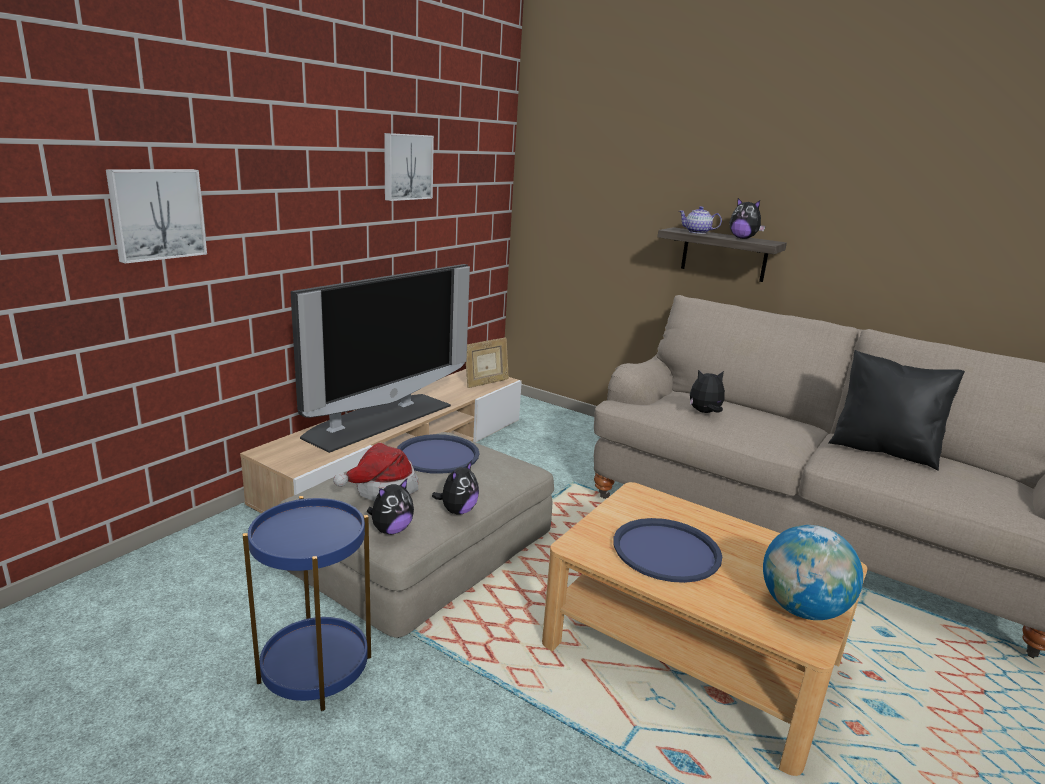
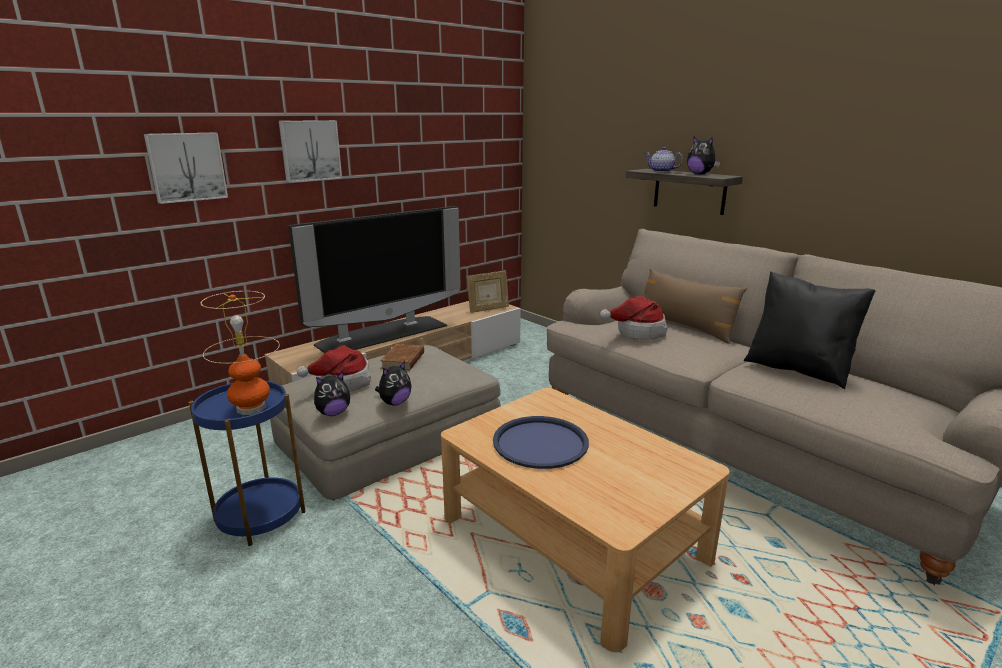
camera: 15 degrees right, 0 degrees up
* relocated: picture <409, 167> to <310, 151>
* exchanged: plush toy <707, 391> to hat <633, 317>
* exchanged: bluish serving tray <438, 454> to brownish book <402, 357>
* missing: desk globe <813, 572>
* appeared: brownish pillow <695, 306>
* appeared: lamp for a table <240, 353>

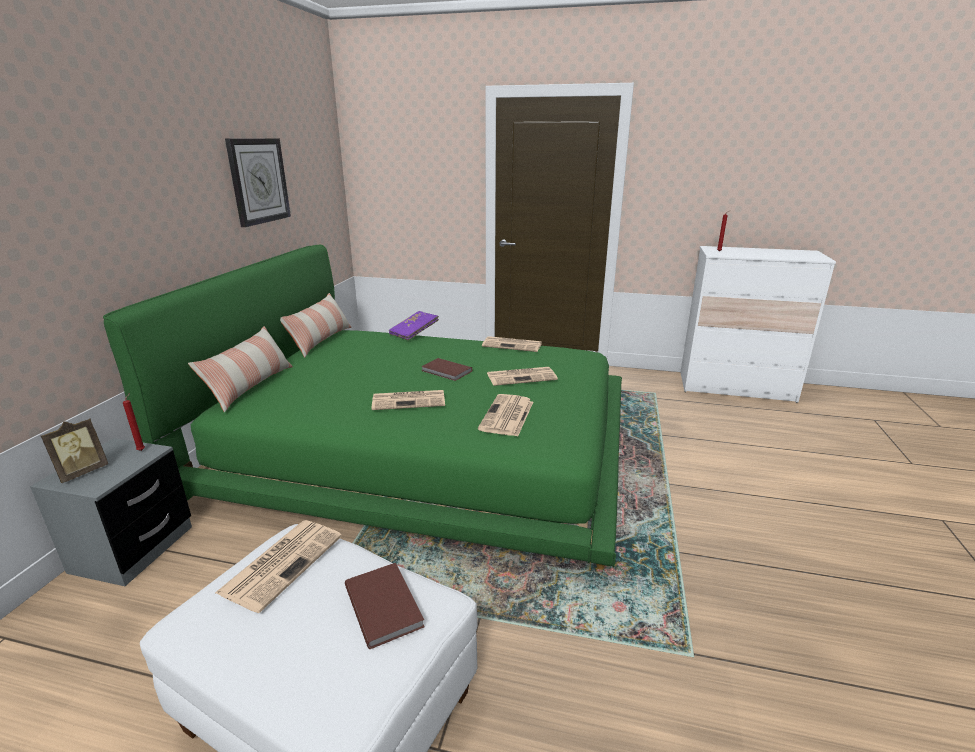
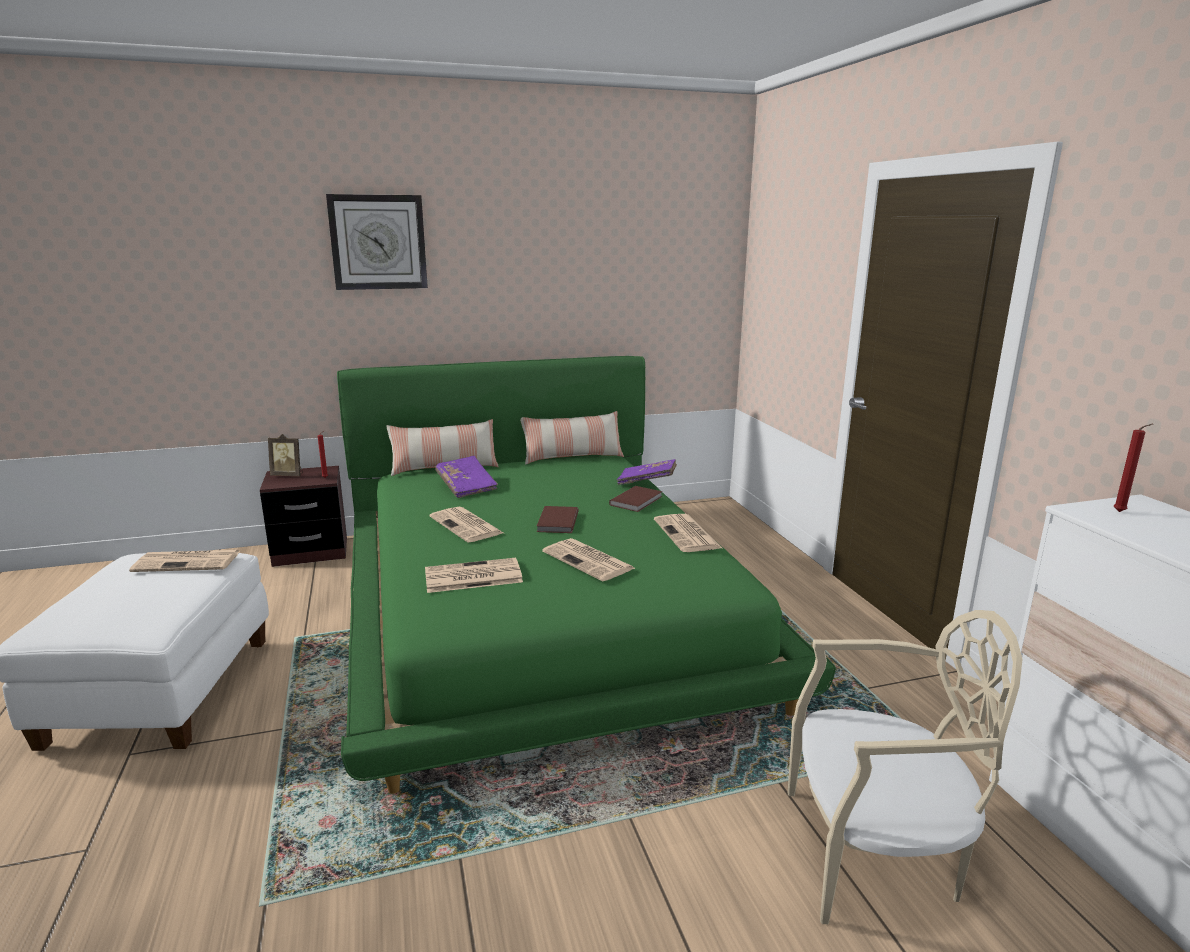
camera: 60 degrees right, 5 degrees down
* relocated: clock on the wall <258, 182> to <377, 242>
* colour: grey bedside table <111, 512> to brownish bedside table <303, 516>
* relocated: brownish book <384, 606> to <635, 499>
* appeared: purple-coloured book <466, 477>
* appeared: beige upright chair <905, 767>

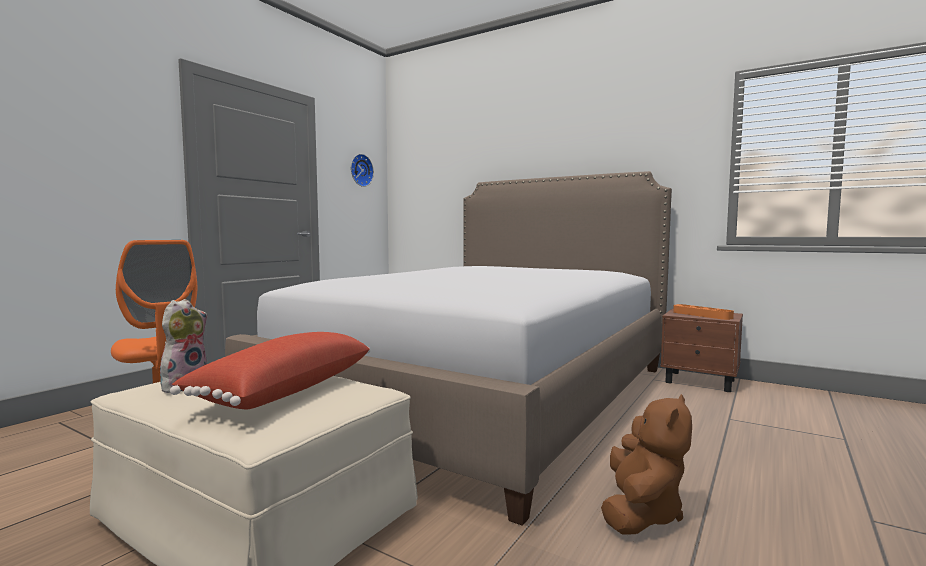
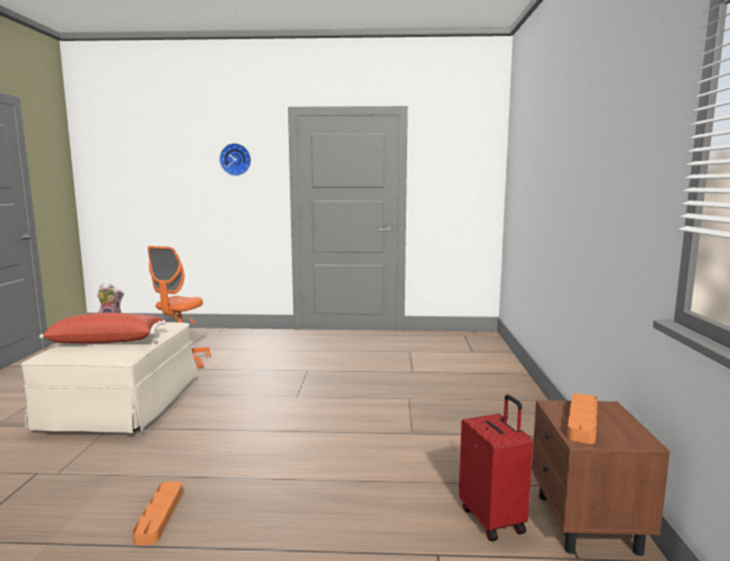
camera: 60 degrees right, 5 degrees up
* relocated: clock on the wall <362, 170> to <235, 159>
* missing: sleeping bed <448, 348>
* exchanged: brownish plush toy <646, 464> to orangey serving tray <157, 513>
* appeared: red piece of luggage <496, 467>

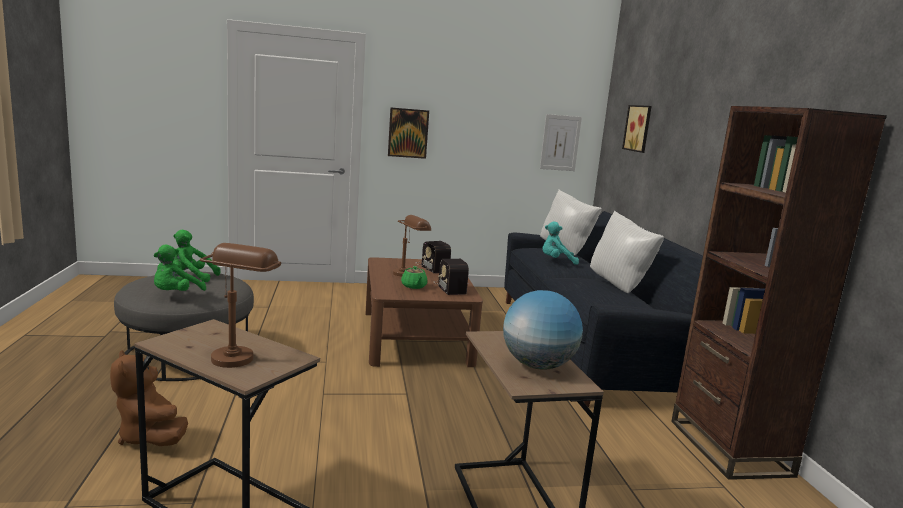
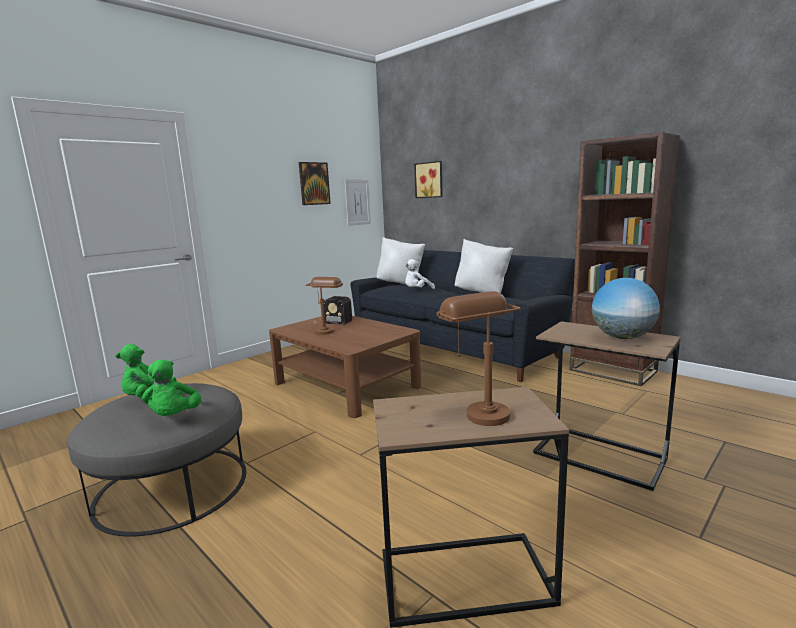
camera: 35 degrees left, 0 degrees up
* relocated: picture <408, 133> to <315, 183>
* colour: turquoise plush toy <560, 243> to whitish plush toy <420, 274>
* missing: radio receiver <451, 277>
* missing: green pot for tea <414, 277>
* missing: brownish plush toy <149, 398>

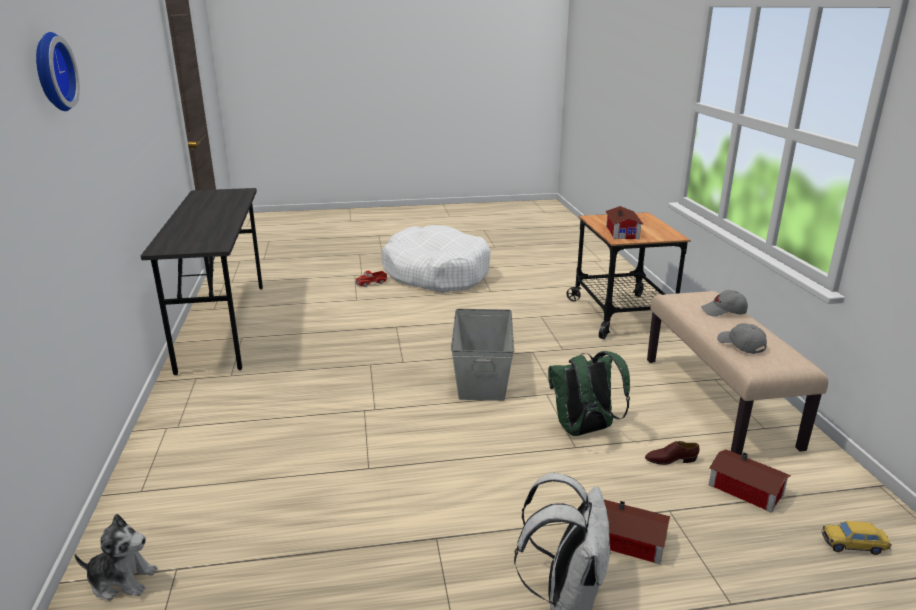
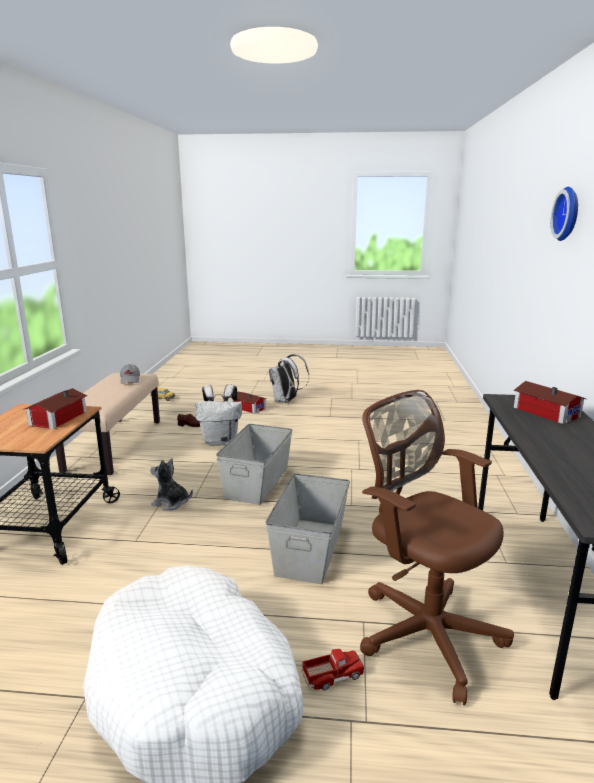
camera: 165 degrees left, 5 degrees down
* missing: grey peaked cap <724, 303>
* colour: green rucksack <589, 393> to whitish rucksack <218, 415>
* relocated: model house <750, 481> to <550, 402>
* relocated: plush toy <115, 557> to <171, 484>
* appeared: brownish desk chair <437, 547>
* appeared: grey storage bin <307, 528>

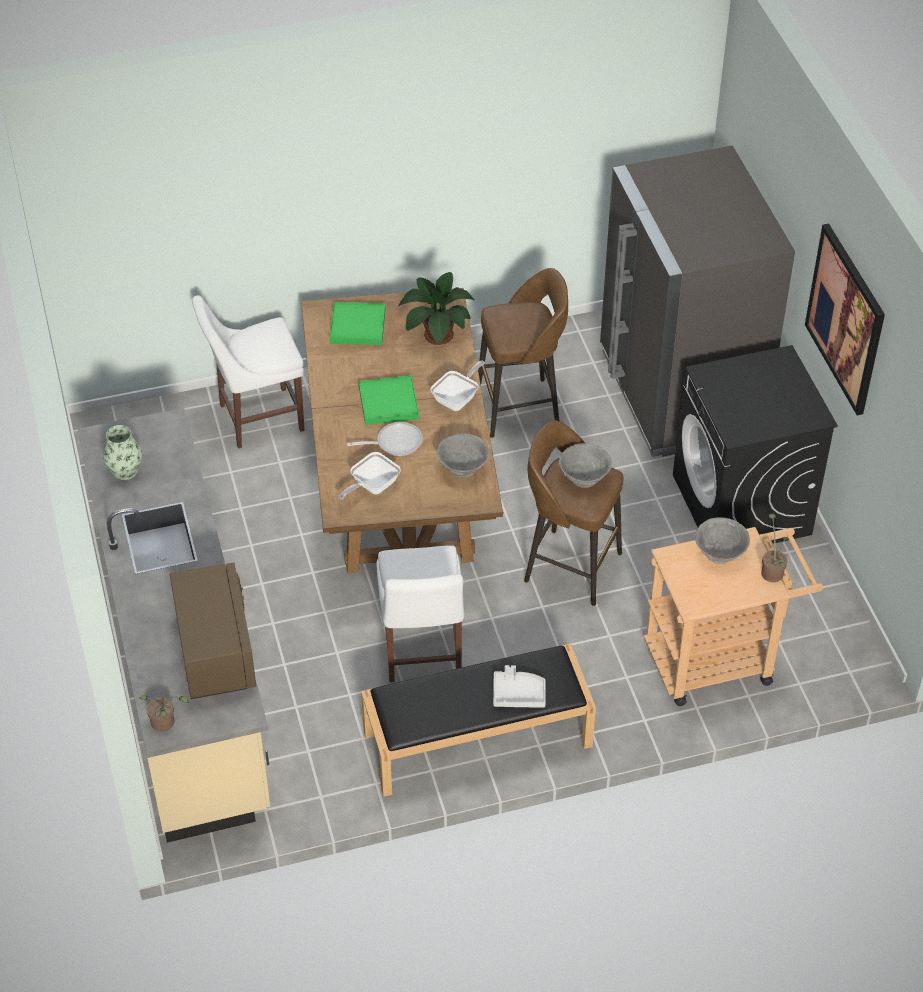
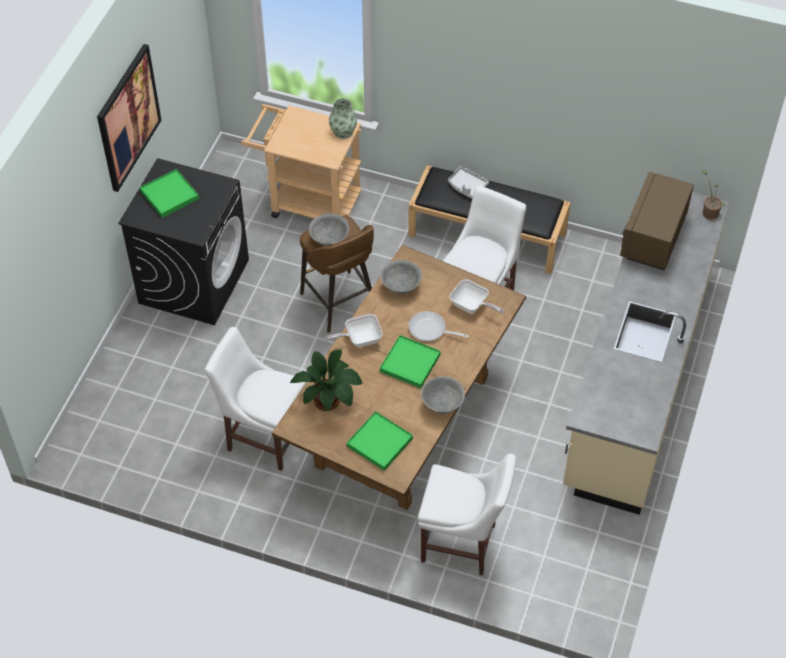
camera: 145 degrees left, 5 degrees up
* missing: grey fridge <697, 301>
* exchanged: brownish sitting stool <523, 353> to whitish upright chair <255, 399>
* relocated: vase <122, 452> to <343, 118>
* spun: skillet <369, 476> = <477, 296> 45 degrees clockwise
* missing: houseplant <774, 547>
* relocated: grey bowl <722, 540> to <443, 395>
* appeared: green serving tray <169, 193>

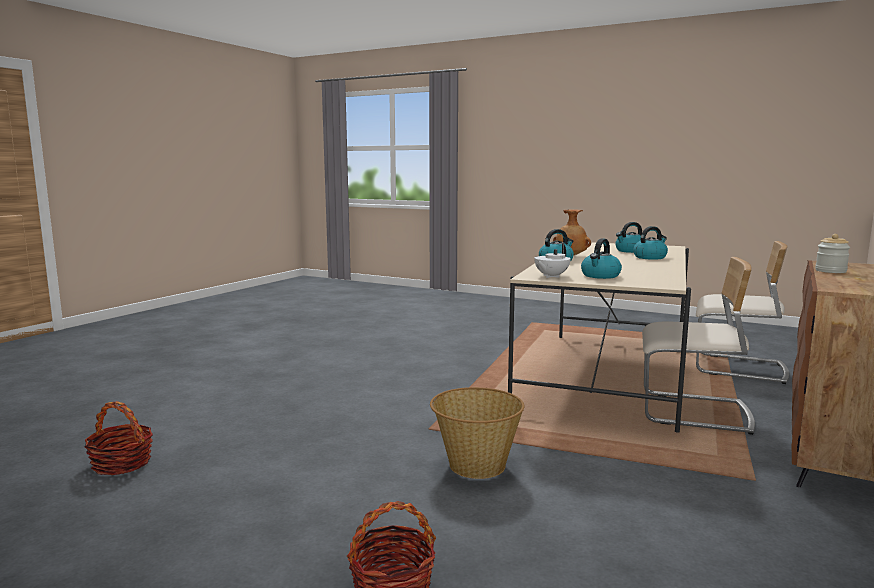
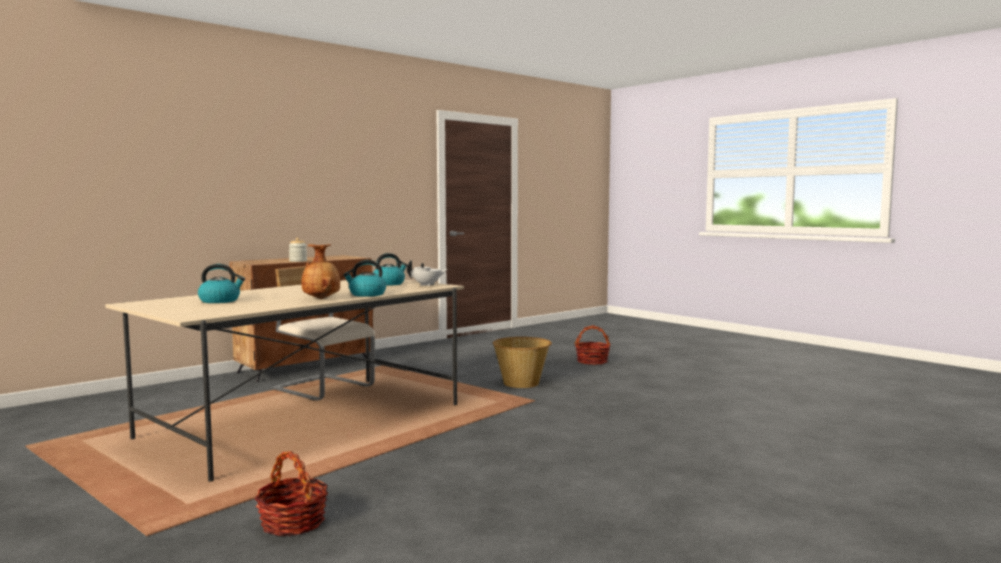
camera: 160 degrees left, 5 degrees down
* missing: tea kettle <650, 243>
* missing: beige upright chair <742, 312>
* relocated: household basket <119, 438> to <291, 493>

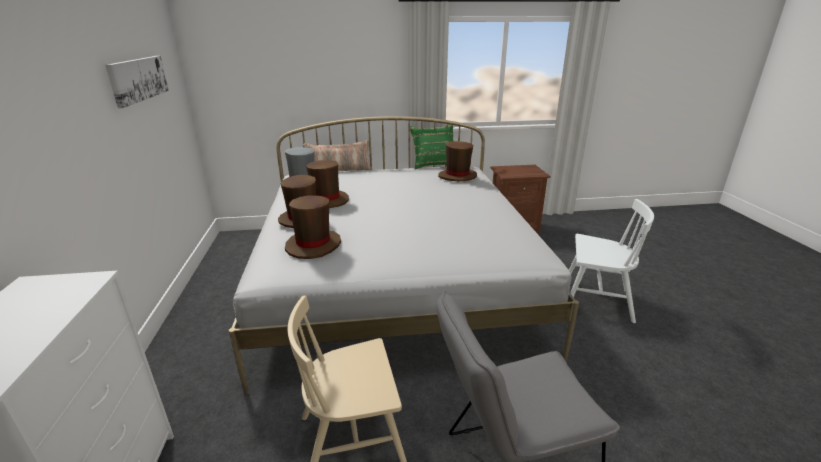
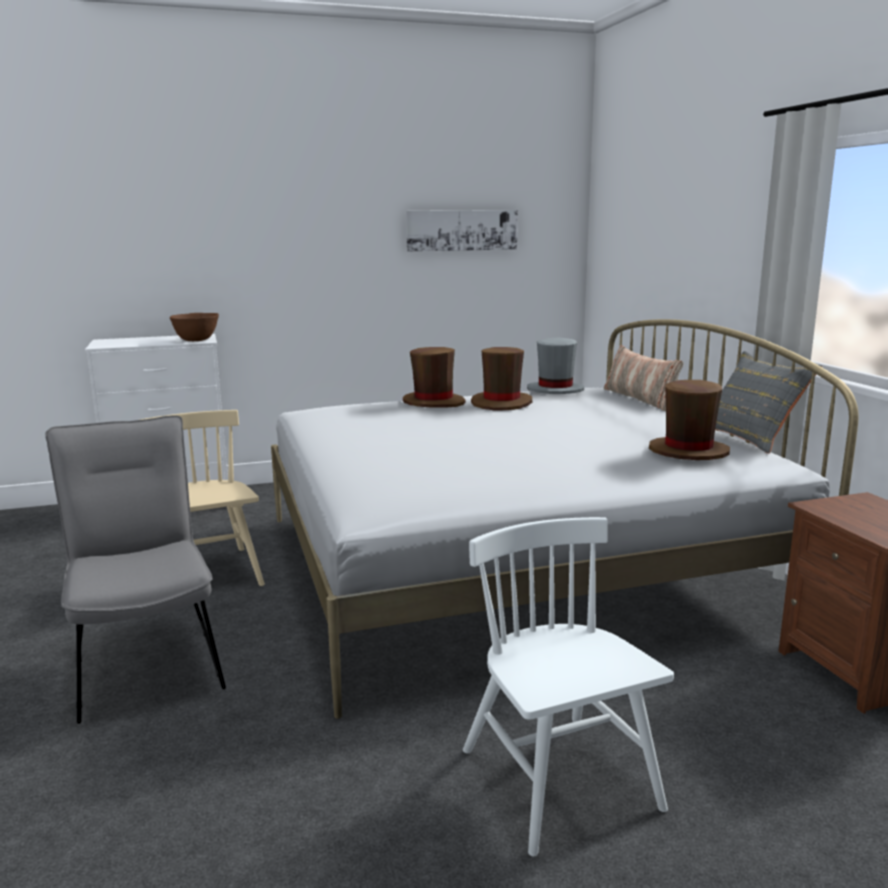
camera: 80 degrees right, 10 degrees down
* colour: green pillow <430, 146> to grey pillow <768, 402>
* missing: brownish hat <313, 227>
* spun: whitish upright chair <611, 261> = <568, 686> 150 degrees clockwise
* appeared: brownish bowl <194, 327>

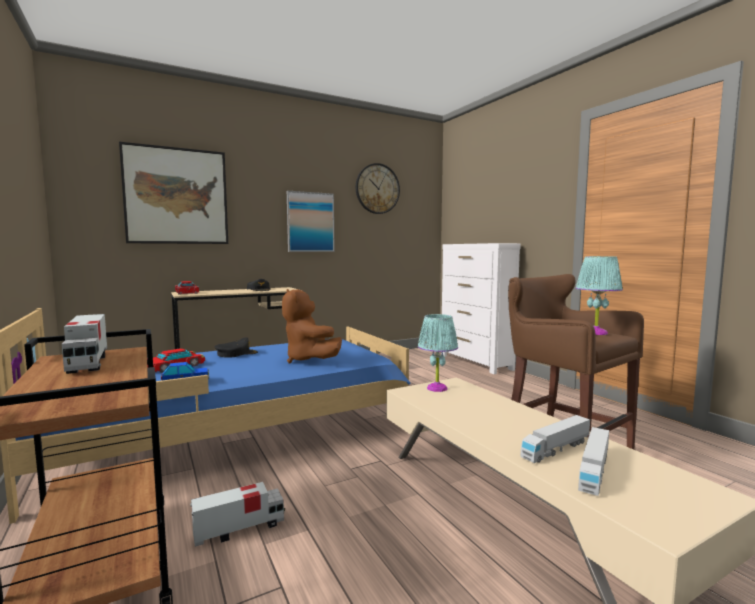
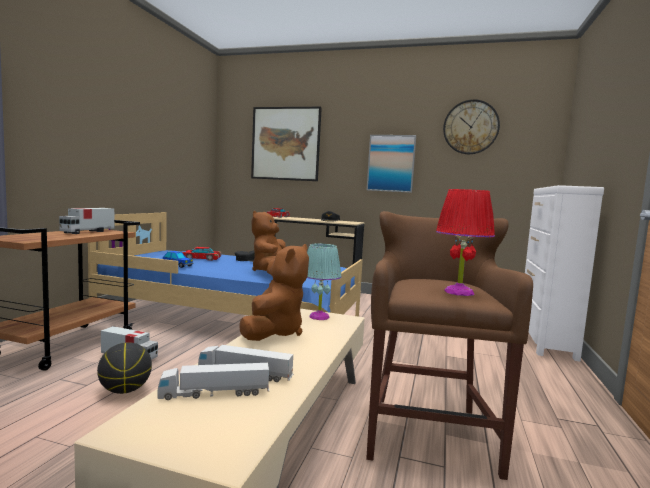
camera: 45 degrees right, 0 degrees up
* colour: turquoise lamp for a table <599, 295> to red lamp for a table <465, 242>
* appeared: brownish plush toy <274, 292>
* appeared: basketball <124, 368>

